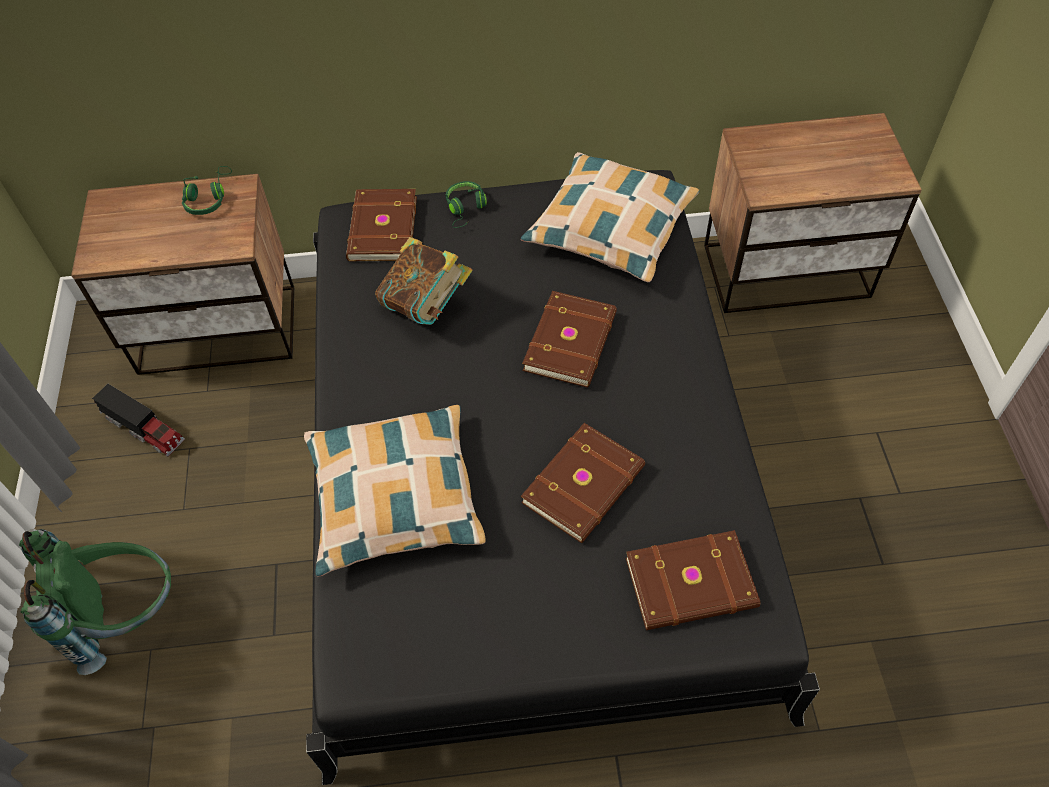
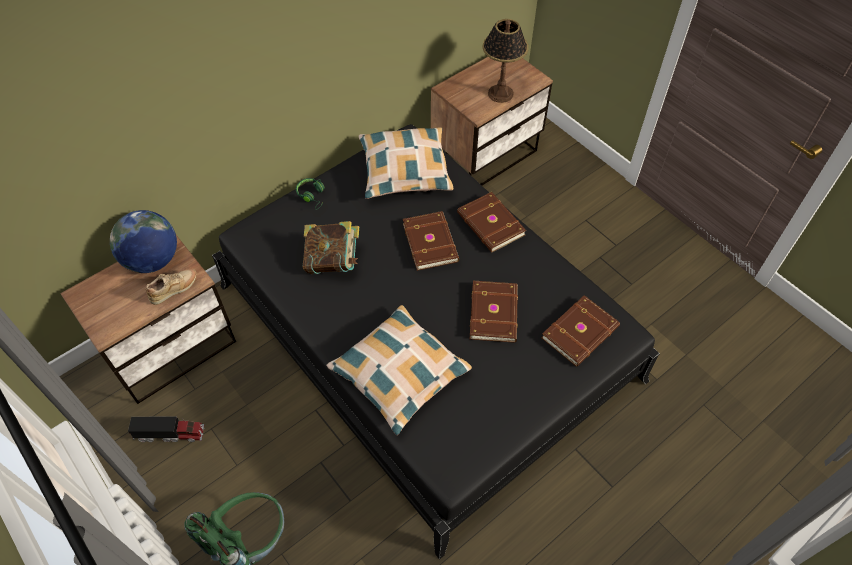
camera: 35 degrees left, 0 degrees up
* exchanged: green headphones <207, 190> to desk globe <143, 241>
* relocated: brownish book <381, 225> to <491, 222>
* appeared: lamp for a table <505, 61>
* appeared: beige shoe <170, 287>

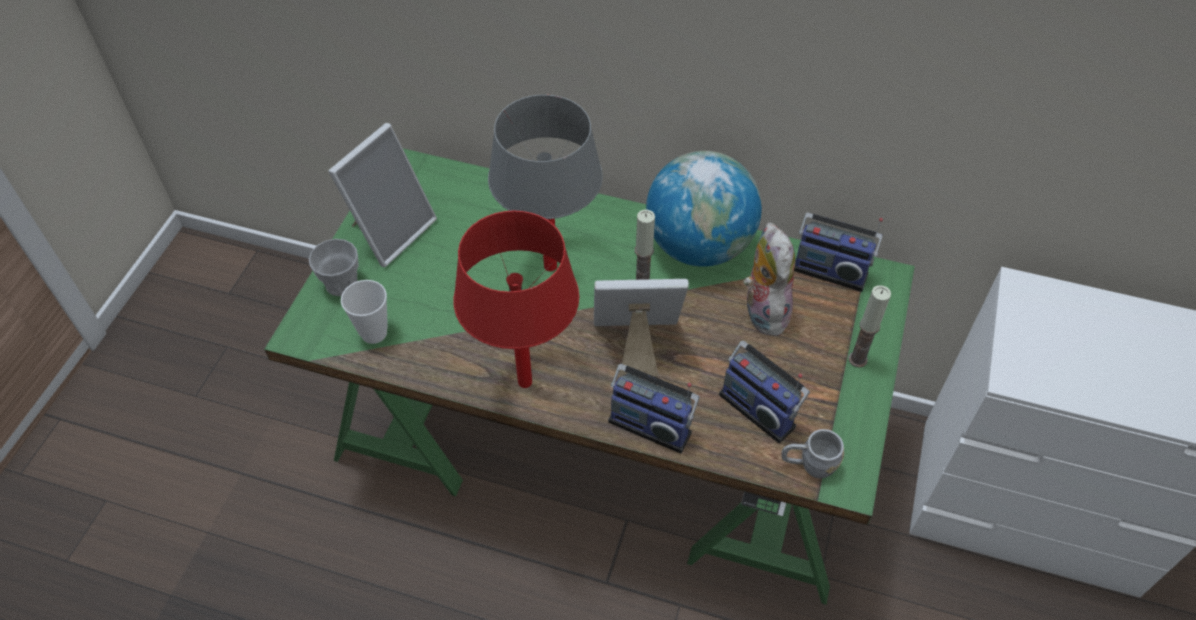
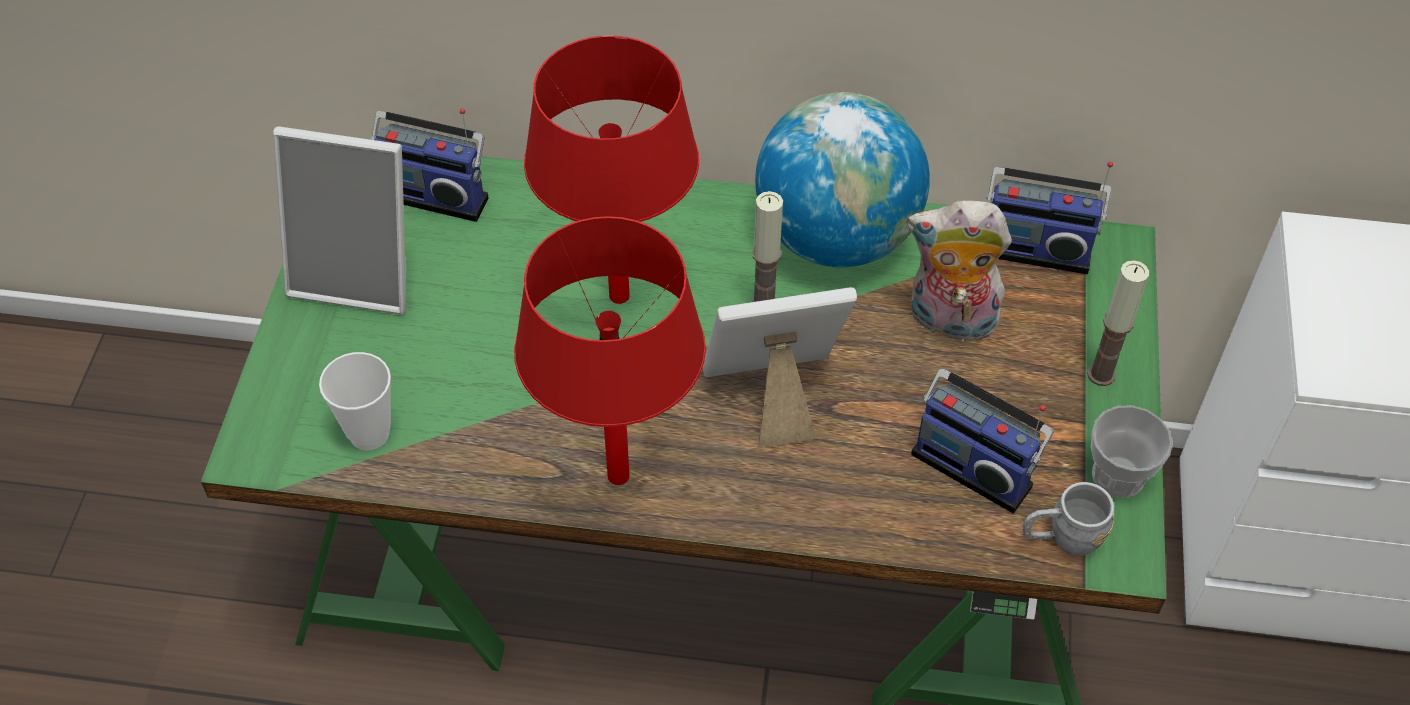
camera: 10 degrees left, 0 degrees up
* colour: grey lamp for a table <545, 183> to red lamp for a table <611, 170>
* spun: picture frame <382, 195> = <339, 220> 75 degrees clockwise
* spun: plush toy <769, 279> = <959, 273> 60 degrees counterclockwise
* relocated: small cup <333, 267> to <1132, 451>
* relocated: radio receiver <654, 409> to <429, 165>

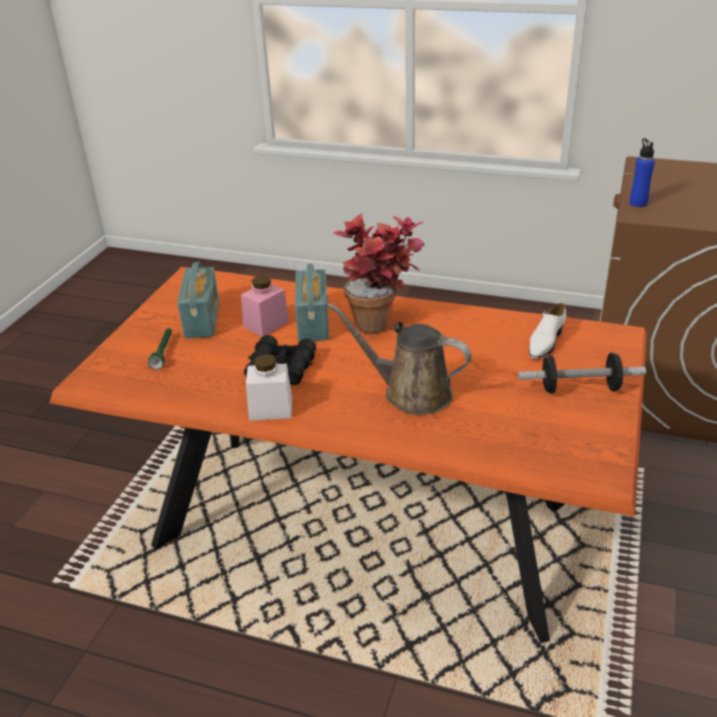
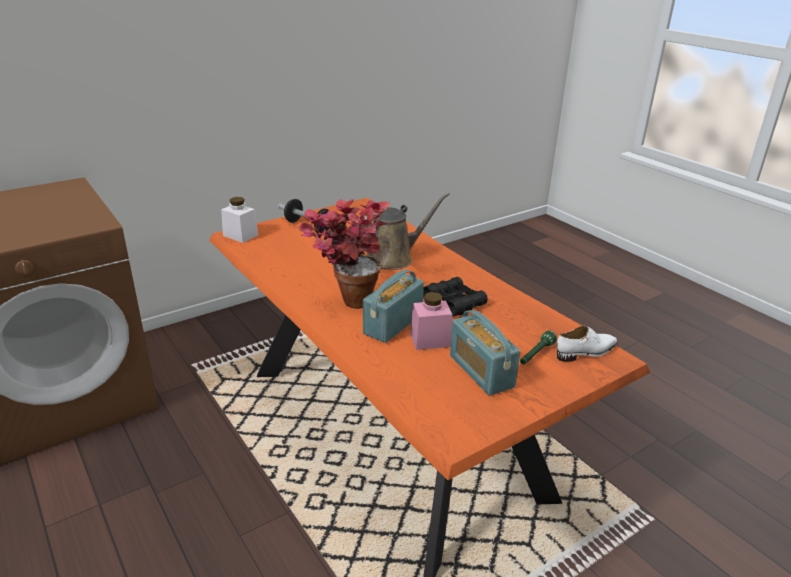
camera: 145 degrees left, 5 degrees down
* missing: bluish bottle <642, 172>
* spun: radio receiver <198, 300> = <485, 353> 60 degrees counterclockwise
* spun: brownish watering can <399, 359> = <403, 231> 90 degrees counterclockwise
* relocated: whitish shoe <547, 331> to <587, 344>
* relocated: whitish storage jar <269, 387> to <239, 220>

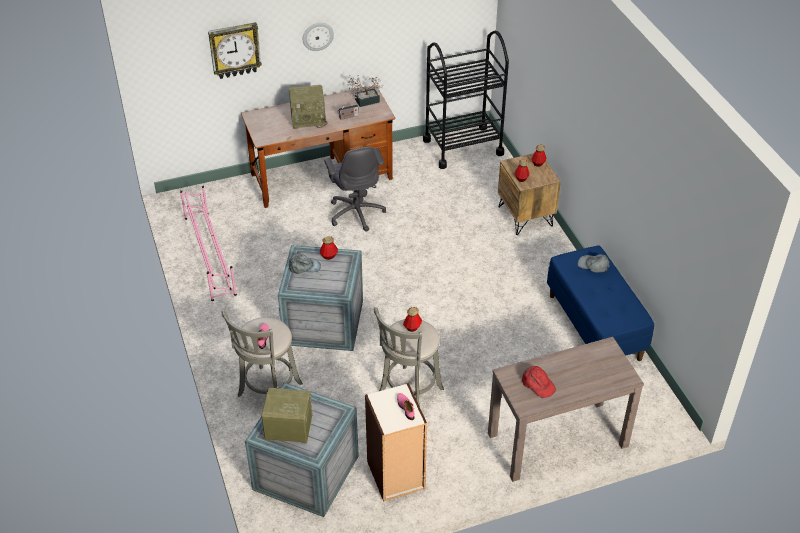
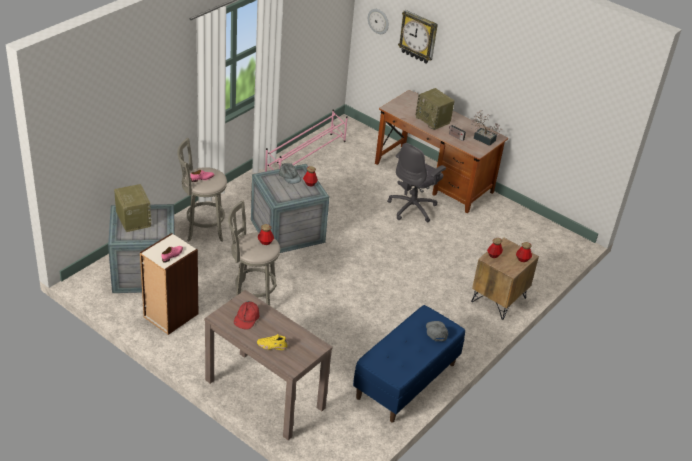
camera: 55 degrees right, 5 degrees down
* relocated: clock on the wall <318, 37> to <378, 21>
* missing: black-coloured wheeled cart <466, 99>
* appeared: yellow shoe <272, 342>

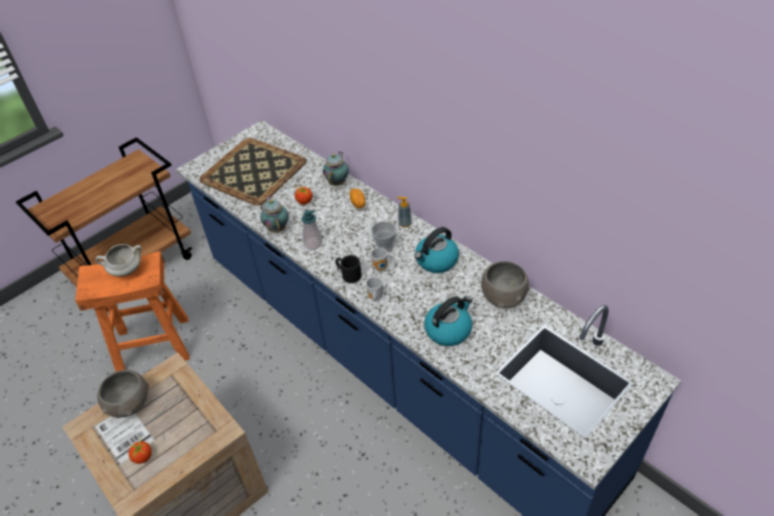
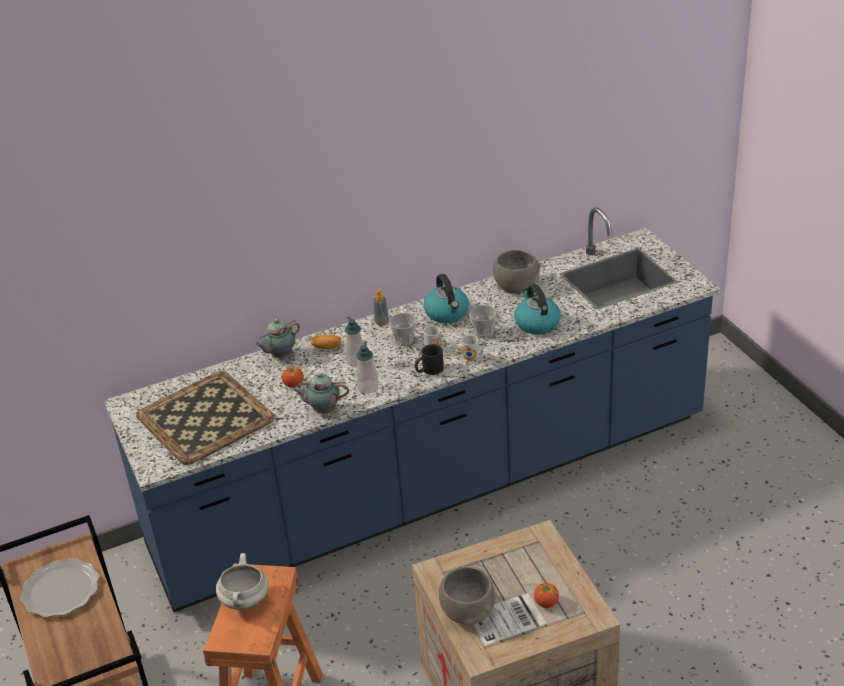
camera: 70 degrees left, 10 degrees down
* spun: pot for tea <336, 168> = <277, 338> 75 degrees counterclockwise
* appeared: small cup <483, 321>
* appeared: liquid soap bottle <354, 342>
* appeared: plate <59, 587>

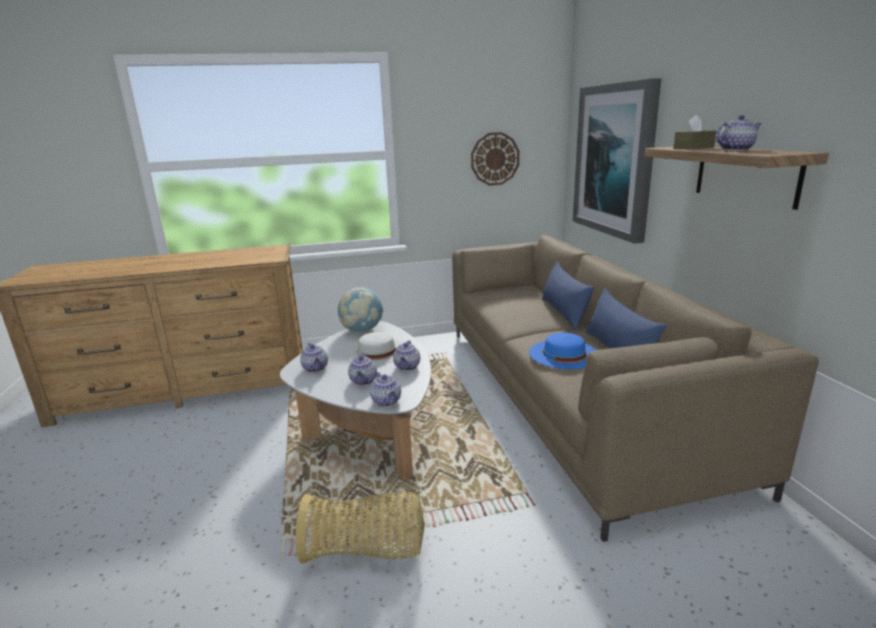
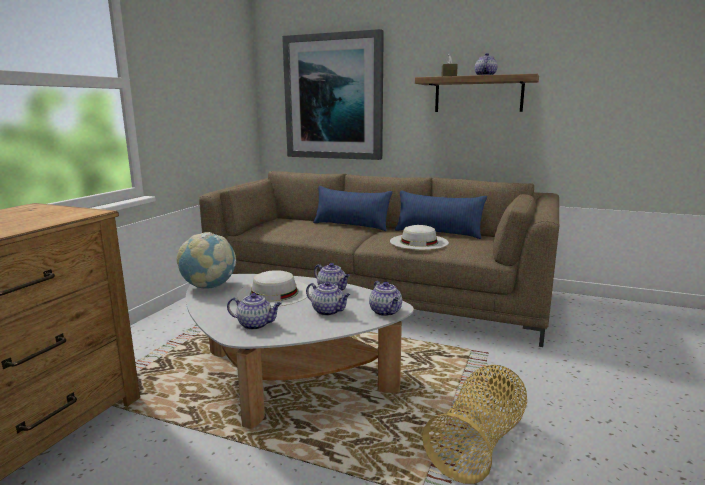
camera: 55 degrees left, 5 degrees down
* missing: clock on the wall <495, 159>
* colour: bluish hat <562, 351> to whitish hat <419, 237>
* spun: pot for tea <385, 389> = <385, 298> 60 degrees clockwise

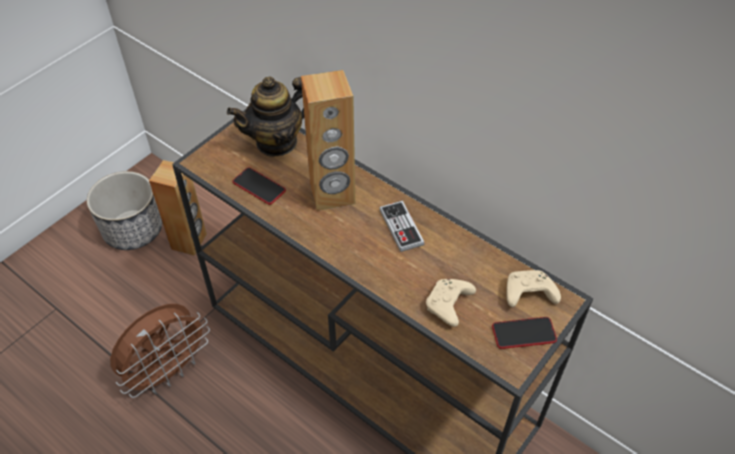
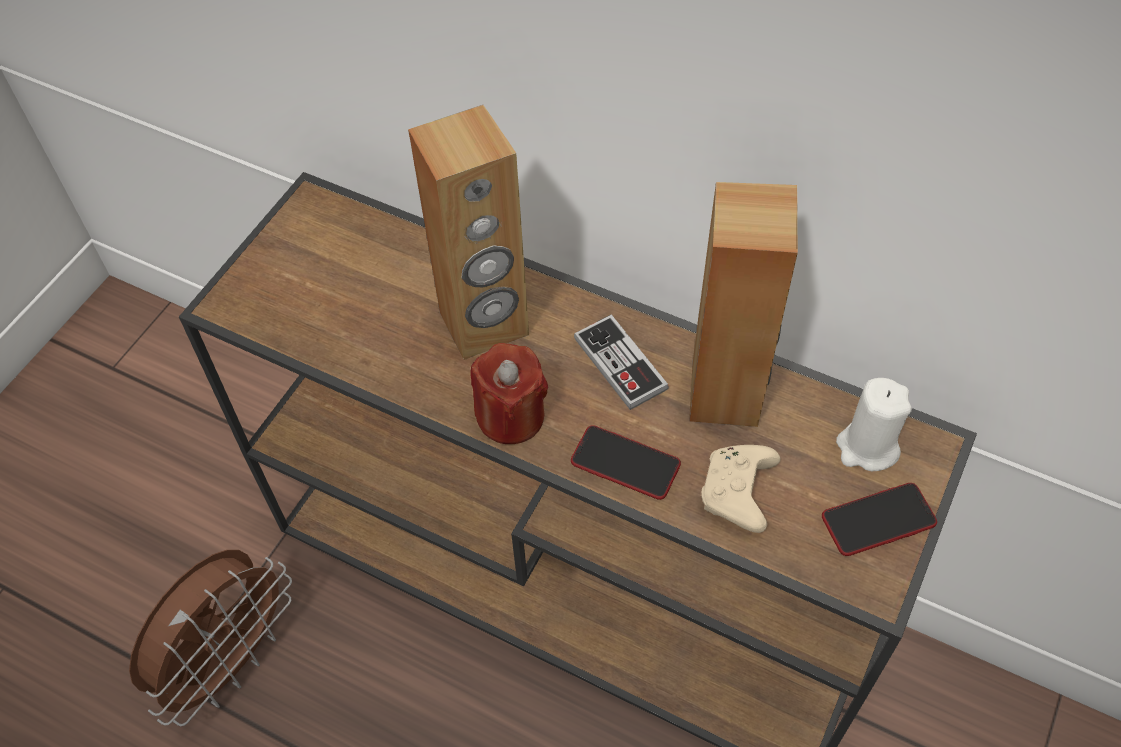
camera: 10 degrees left, 5 degrees up
* missing: pot for tea <265, 116>
* relocated: brownish speaker <178, 208> to <743, 304>
* relocated: phone <259, 186> to <626, 462>
* missing: flower pot <124, 210>
* exchanged: beige gamepad <533, 288> to whitish wax candle <874, 424>
* appeared: red wax candle <509, 393>

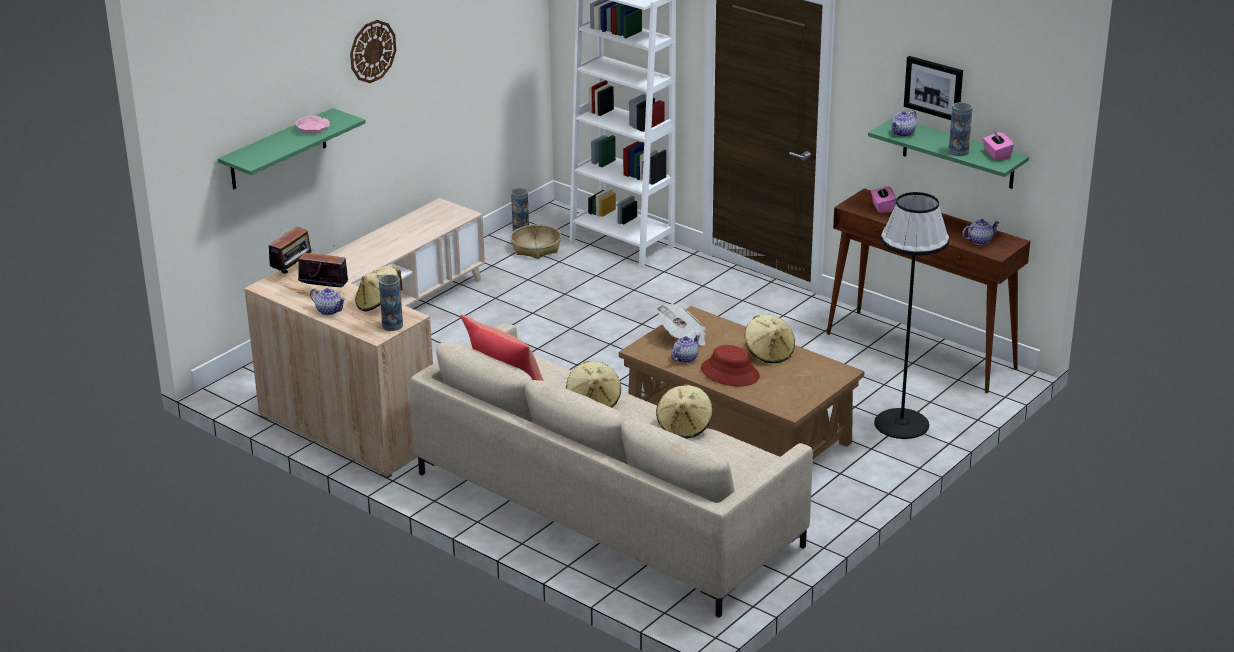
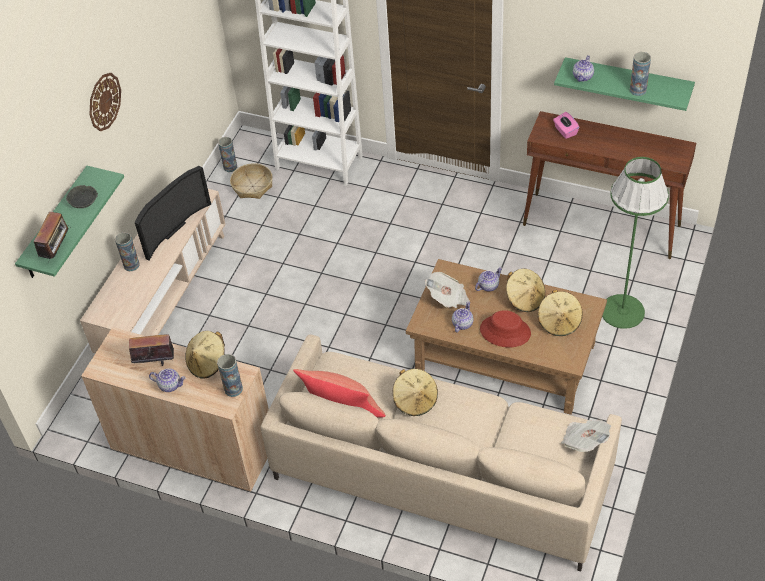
camera: 15 degrees left, 20 degrees up
* missing: picture <933, 88>
* colour: pinkish bowl <312, 125> to grey bowl <82, 196>
* missing: pinkish box of tissues <998, 145>
* colour: black-coloured standing lamp <911, 315> to green standing lamp <635, 243>
* relocated: pot for tea <981, 232> to <488, 279>
* relocated: radio receiver <288, 250> to <52, 237>
* relocated: beige hat <684, 411> to <560, 313>
* appeared: television <173, 213>
* appeared: vase <127, 251>
* appeared: newspaper <586, 436>

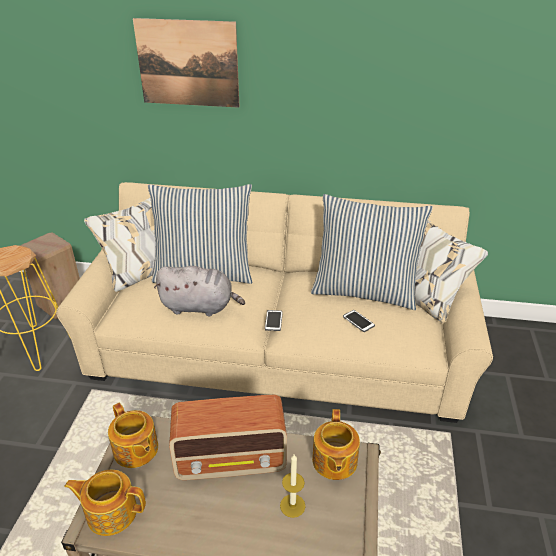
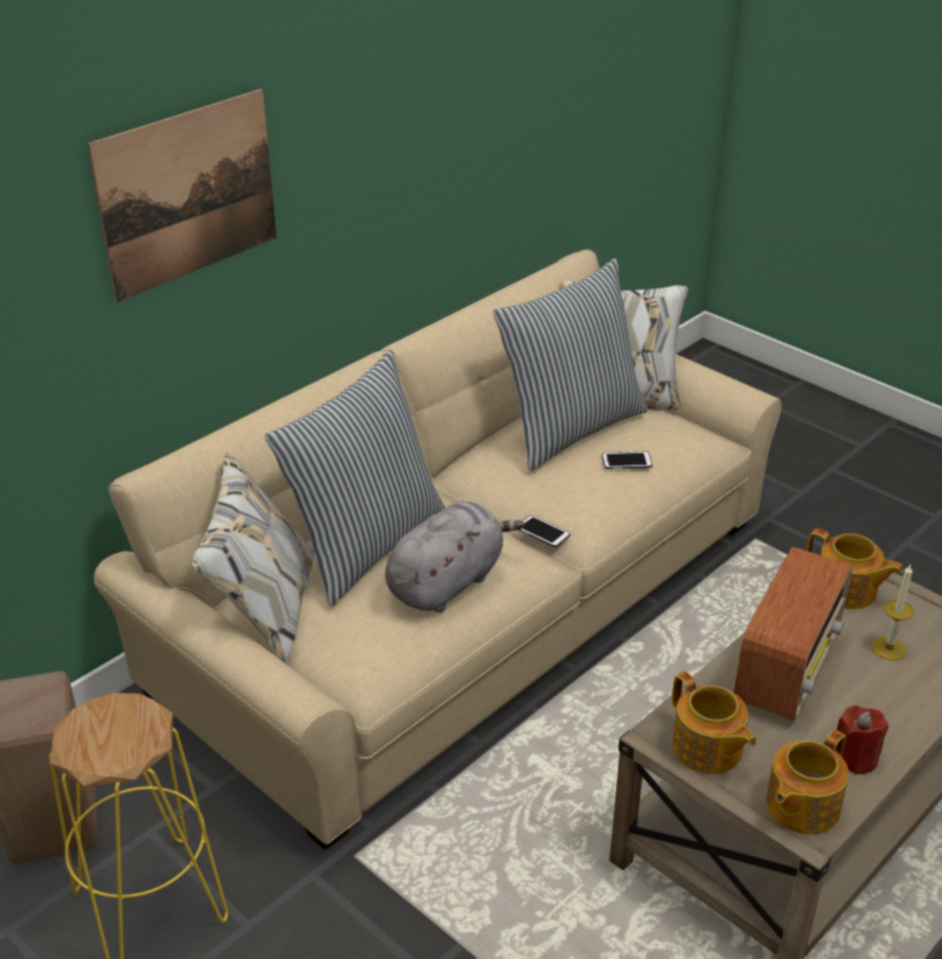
camera: 55 degrees left, 0 degrees up
* spun: pot for tea <133, 435> = <714, 723> 60 degrees clockwise
* appeared: red wax candle <862, 740>

